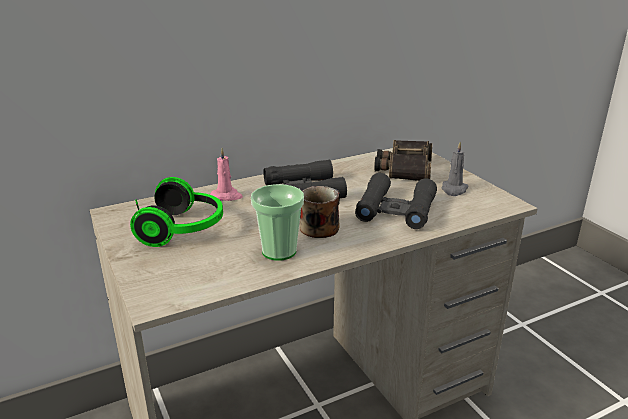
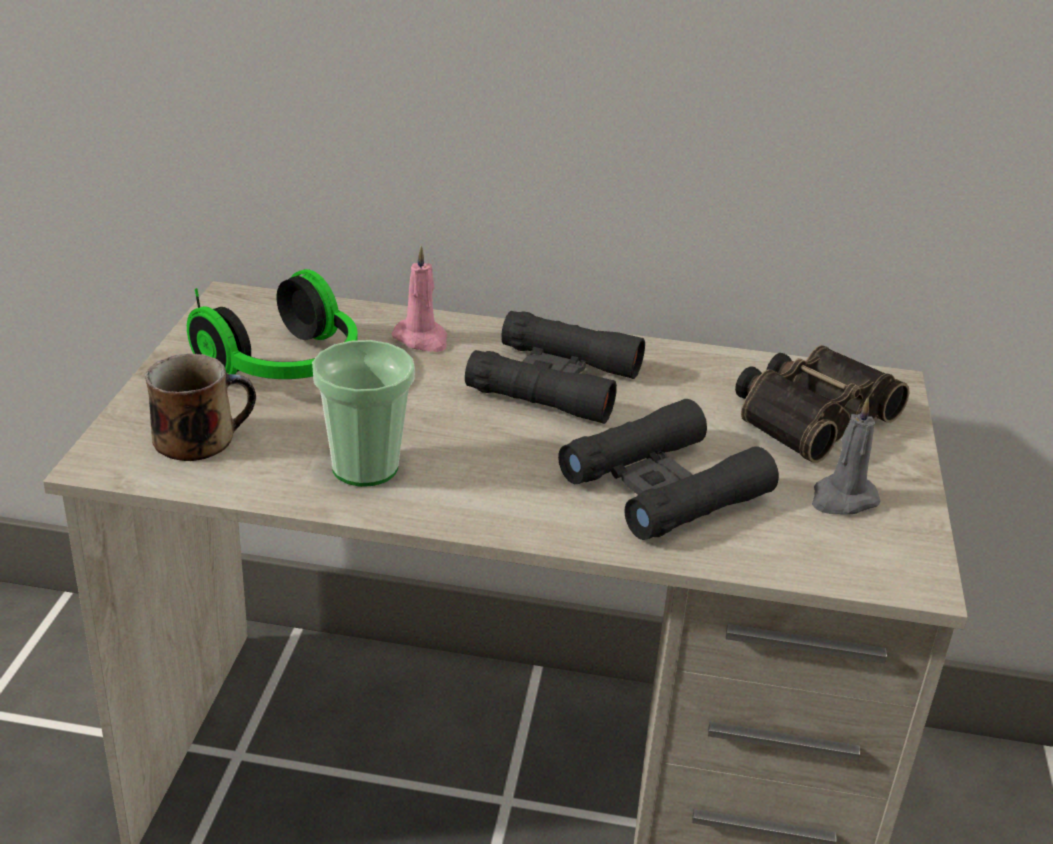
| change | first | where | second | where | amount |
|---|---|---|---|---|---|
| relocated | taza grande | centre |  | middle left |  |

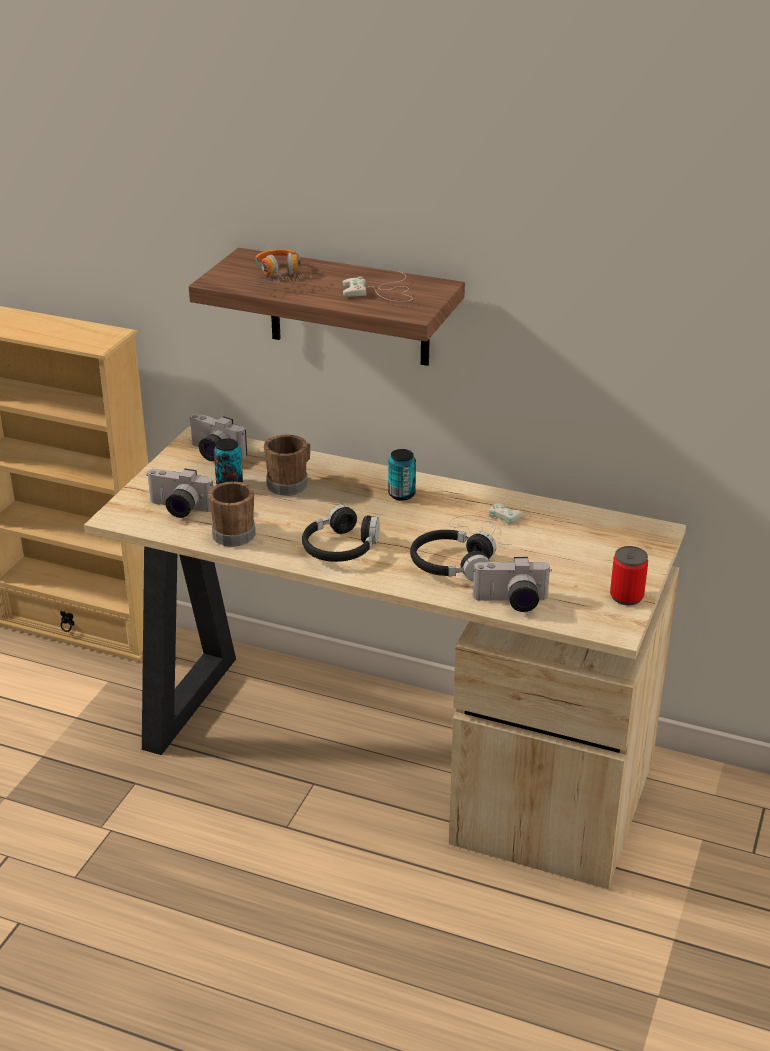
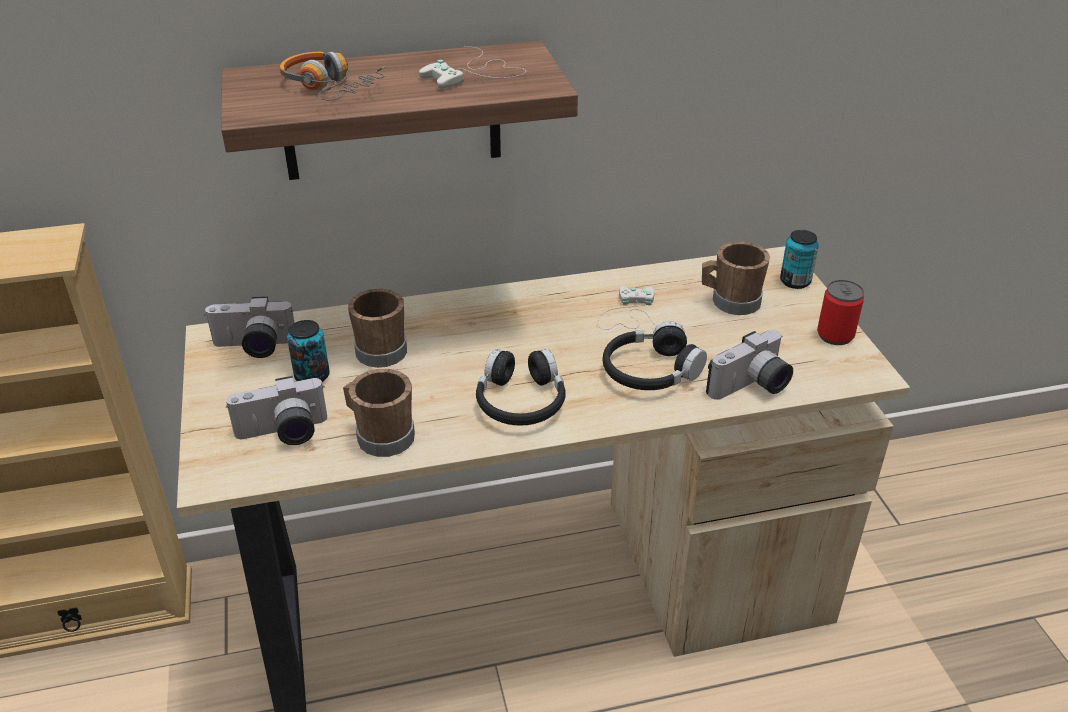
| change | first | where | second | where | amount |
|---|---|---|---|---|---|
| relocated | lata (no. 2 from left) | centre |  | middle right |  |
| appeared |  |  | taza grande (marrón) (no. 3 from left) | middle right |  |

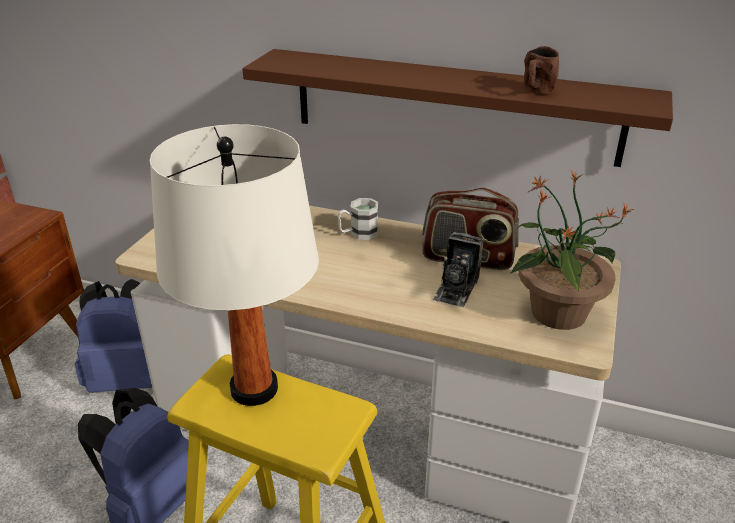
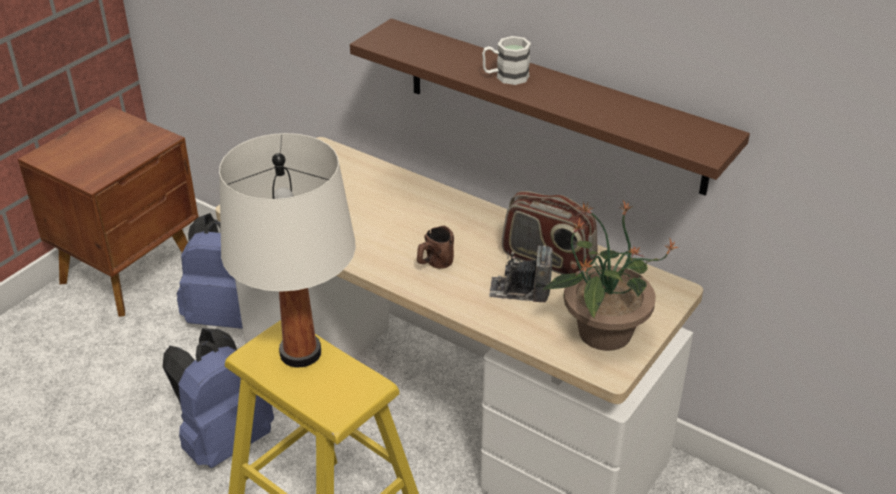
| change | first | where | second | where | amount |
|---|---|---|---|---|---|
| relocated | taza grande (marrón) | top right |  | centre |  |
| relocated | taza grande (blanco) | centre |  | top centre |  |
| spun | cámara | centre |  | centre | 60 degrees clockwise |

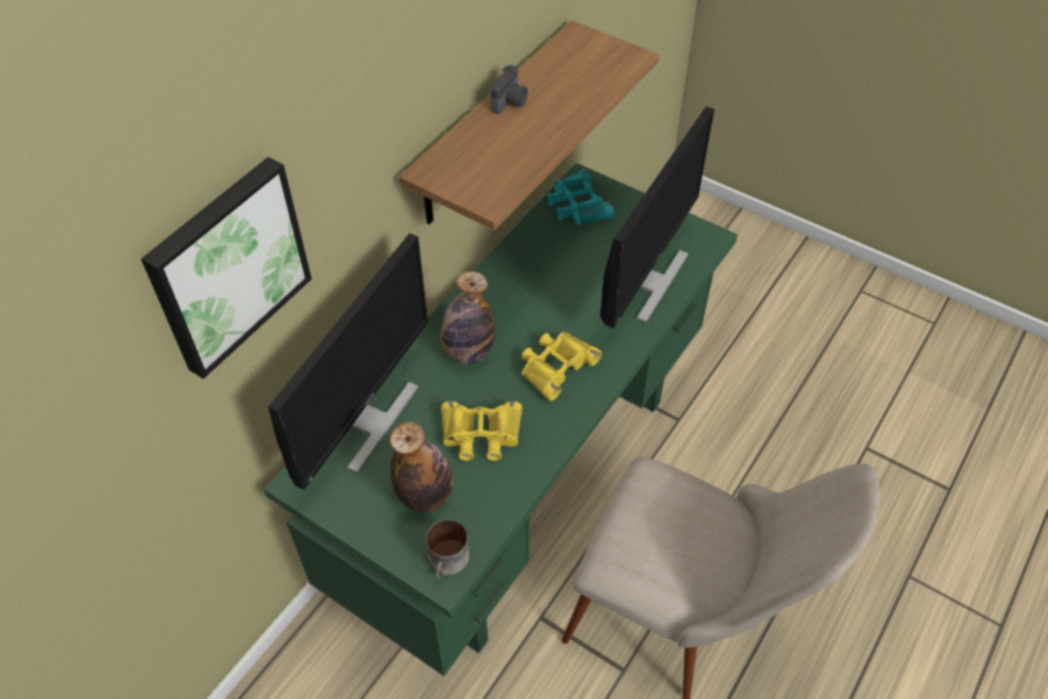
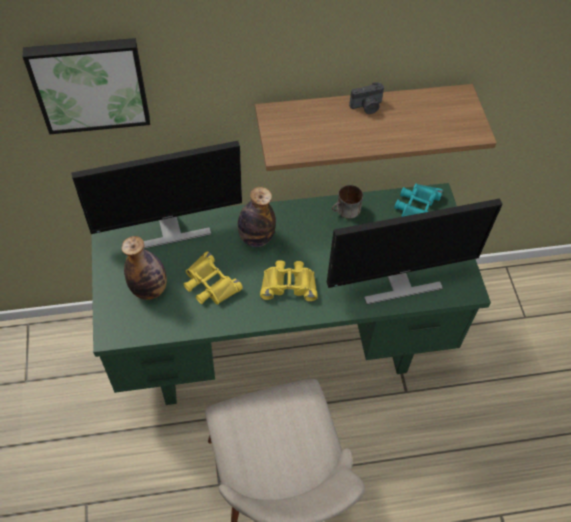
| change | first | where | second | where | amount |
|---|---|---|---|---|---|
| relocated | taza grande | bottom centre |  | centre |  |

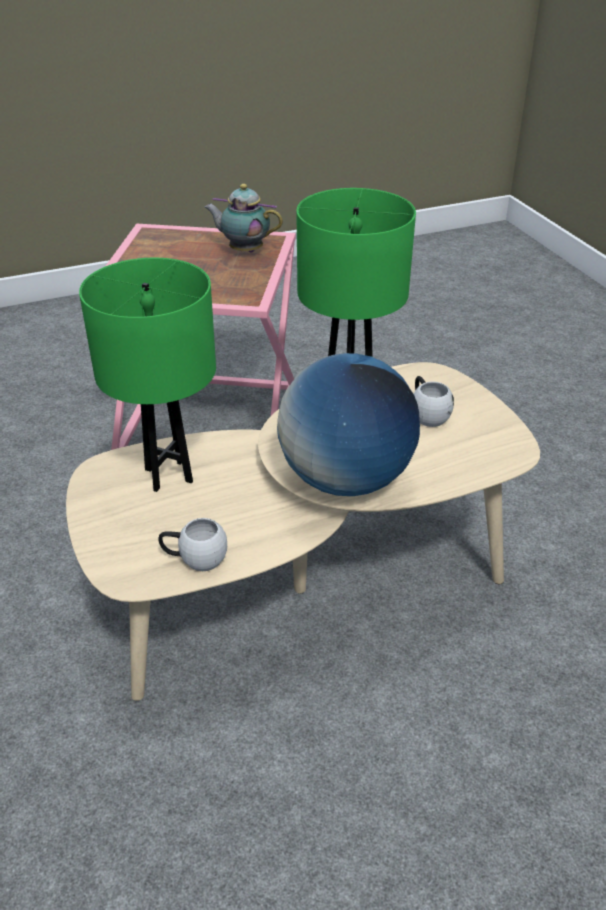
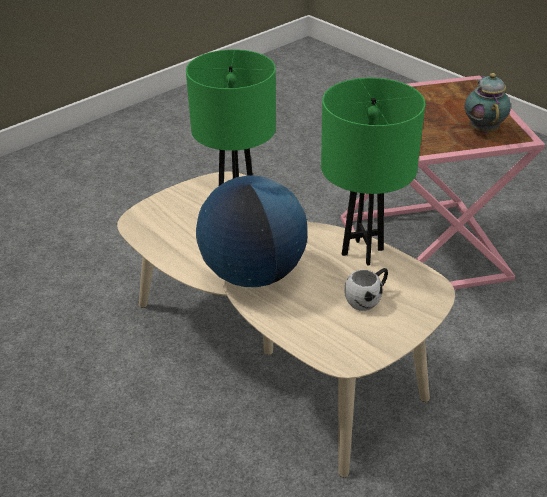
| change | first | where | second | where | amount |
|---|---|---|---|---|---|
| missing | taza grande (blanco) (no. 1 from left) | middle left |  |  |  |

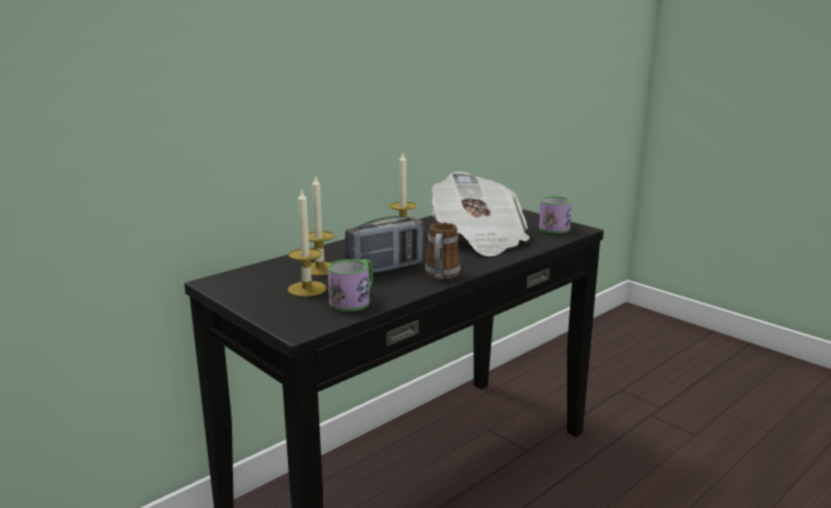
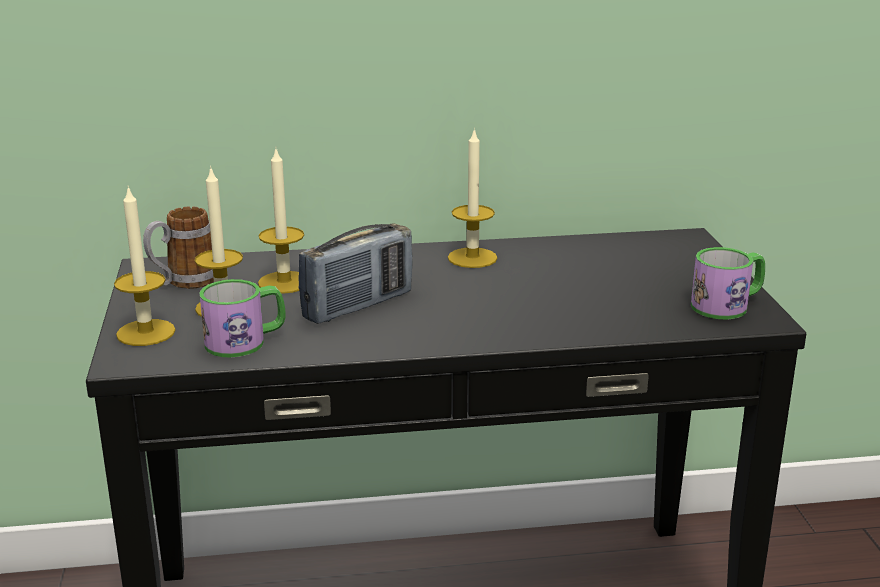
| change | first | where | second | where | amount |
|---|---|---|---|---|---|
| missing | periódico | centre |  |  |  |
| spun | radio | centre |  | centre | 45 degrees counterclockwise |
| relocated | taza grande (no. 2 from left in the first image) | centre | taza grande (no. 1 from left) | middle left |  |
| appeared |  |  | vela (no. 1 from left) | middle left |  |

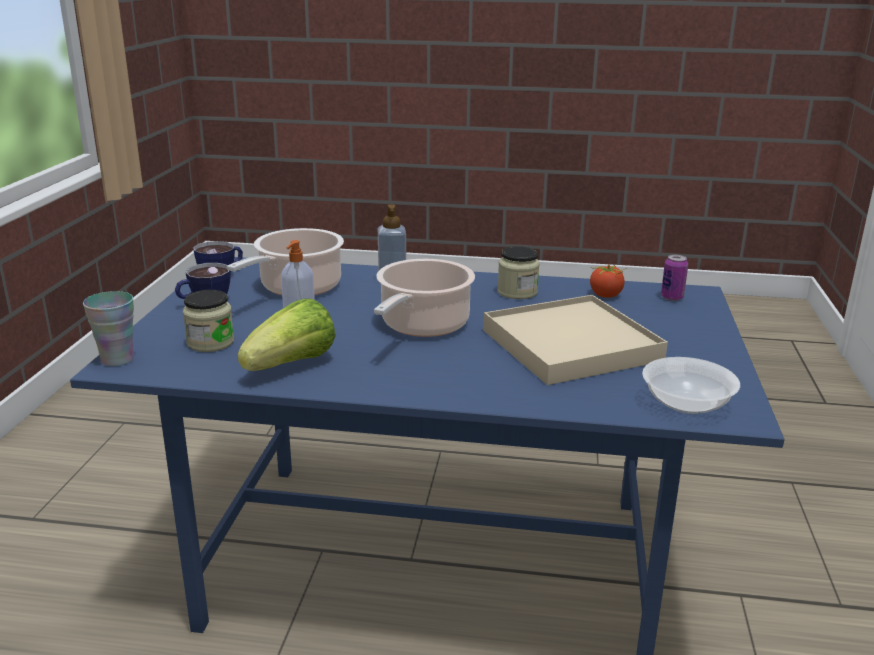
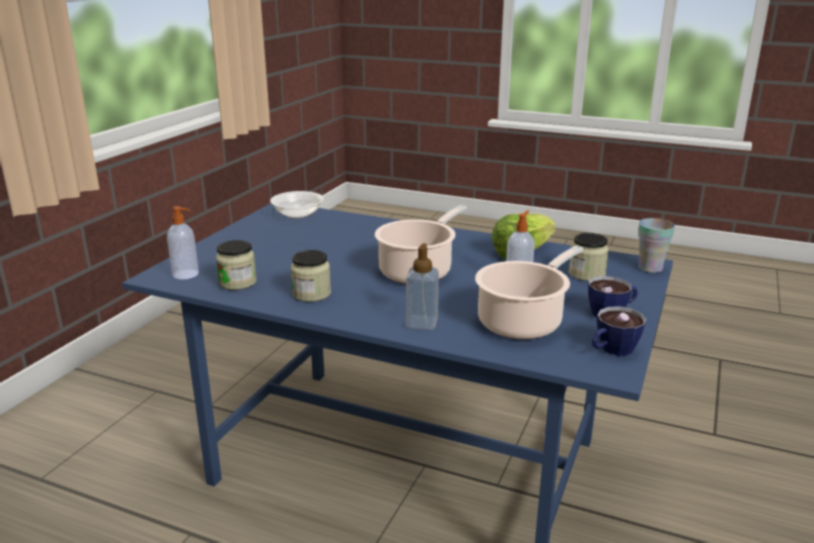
| change | first | where | second | where | amount |
|---|---|---|---|---|---|
| exchanged | lata | middle right | dispensador de jabón (no. 1 from left) | middle left |  |
| exchanged | tomate | middle right | tarro (no. 1 from left) | middle left |  |
| missing | bandeja (beis) | centre |  |  |  |

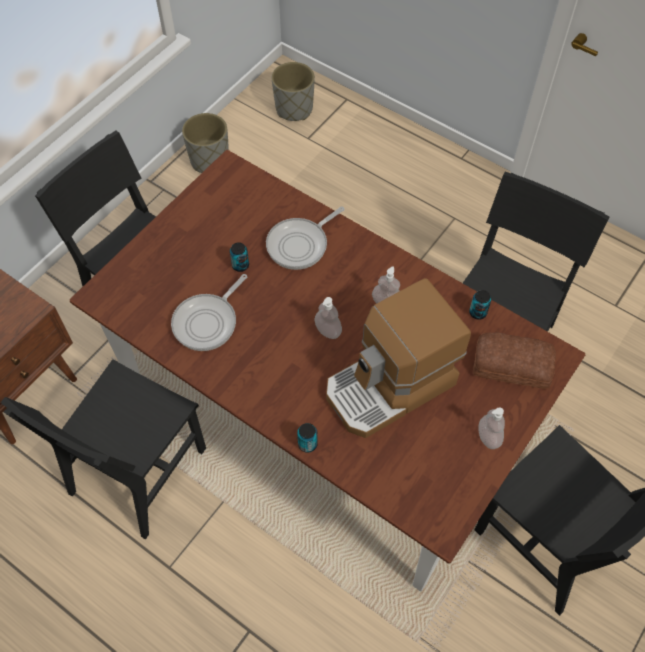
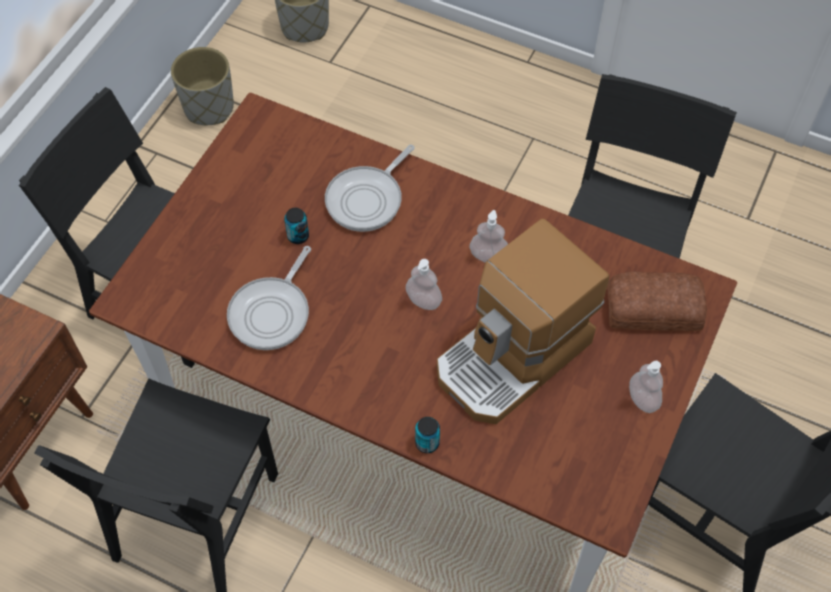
| change | first | where | second | where | amount |
|---|---|---|---|---|---|
| missing | lata (no. 3 from left) | middle right |  |  |  |

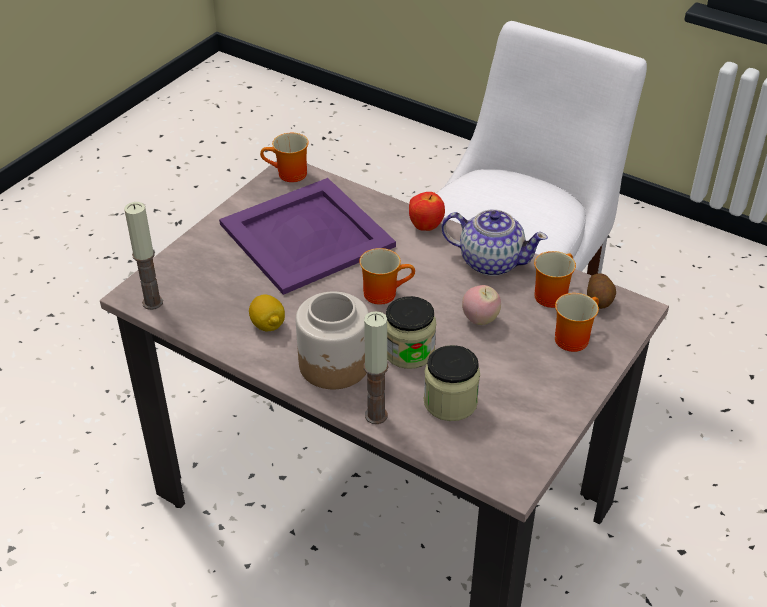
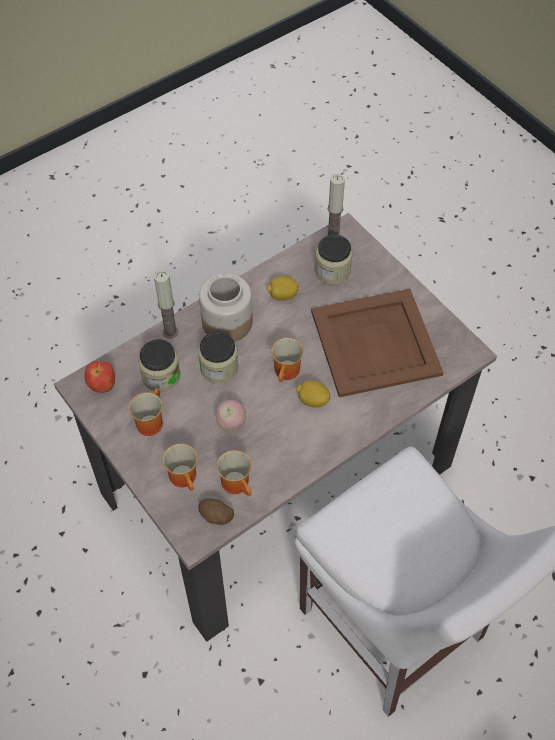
| change | first | where | second | where | amount |
|---|---|---|---|---|---|
| relocated | taza grande (no. 1 from left) | top centre |  | middle left |  |
| colour | bandeja (morado) | centre | bandeja (marrón) | middle right |  |
| relocated | manzana (no. 1 from left) | centre |  | middle left |  |
| missing | tetera | centre |  |  |  |
| appeared |  |  | tarro (no. 4 from left) | centre |  |
| appeared |  |  | limón (no. 2 from left) | centre |  |

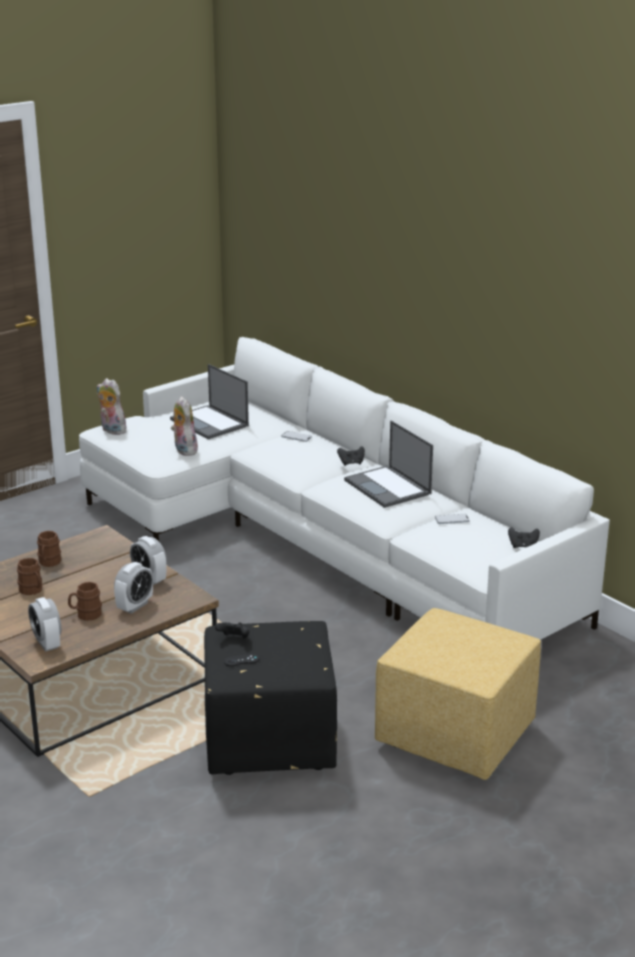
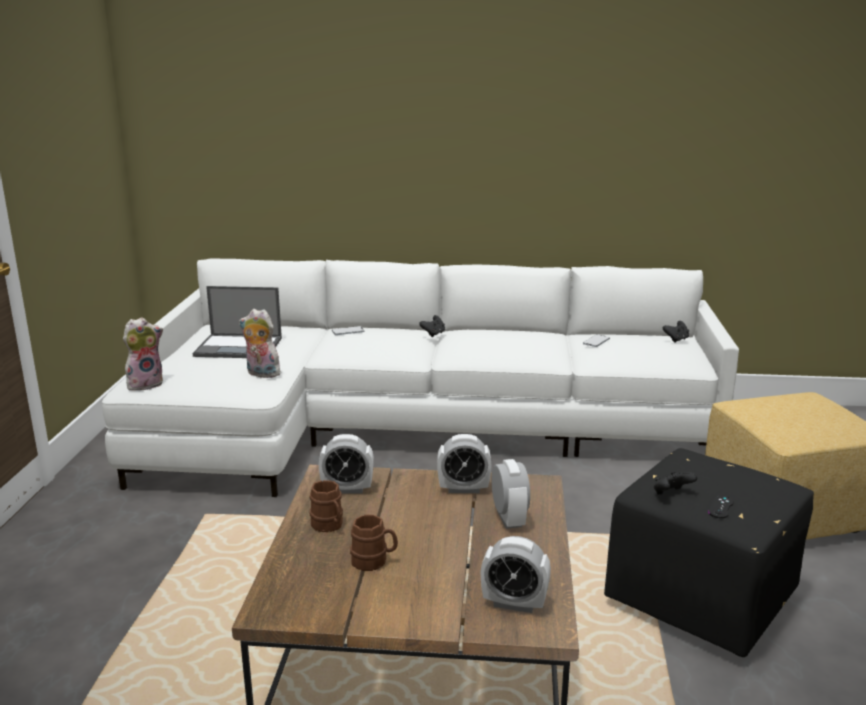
| change | first | where | second | where | amount |
|---|---|---|---|---|---|
| spun | peluche (no. 1 from left) | middle left |  | middle left | 150 degrees clockwise |
| missing | portátil (no. 2 from left) | centre |  |  |  |
| missing | taza grande (marrón) (no. 3 from left) | middle left |  |  |  |
| appeared |  |  | despertador (no. 1 from left) | centre |  |

